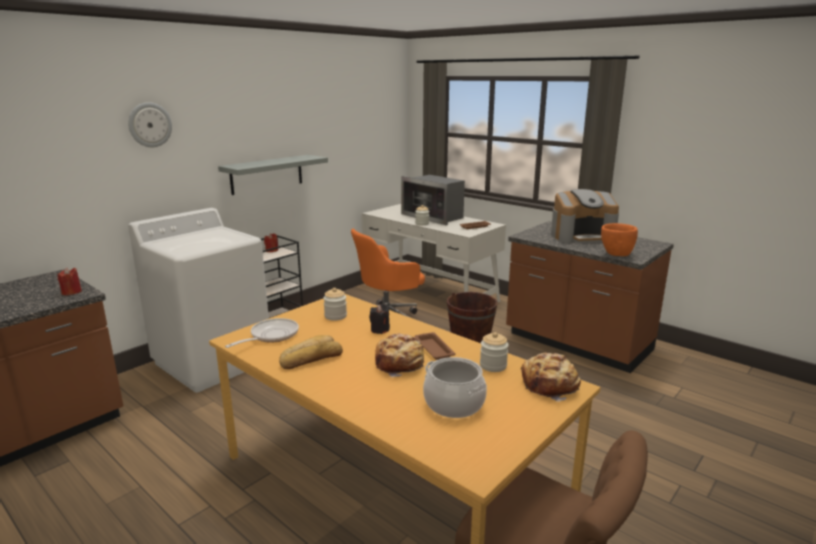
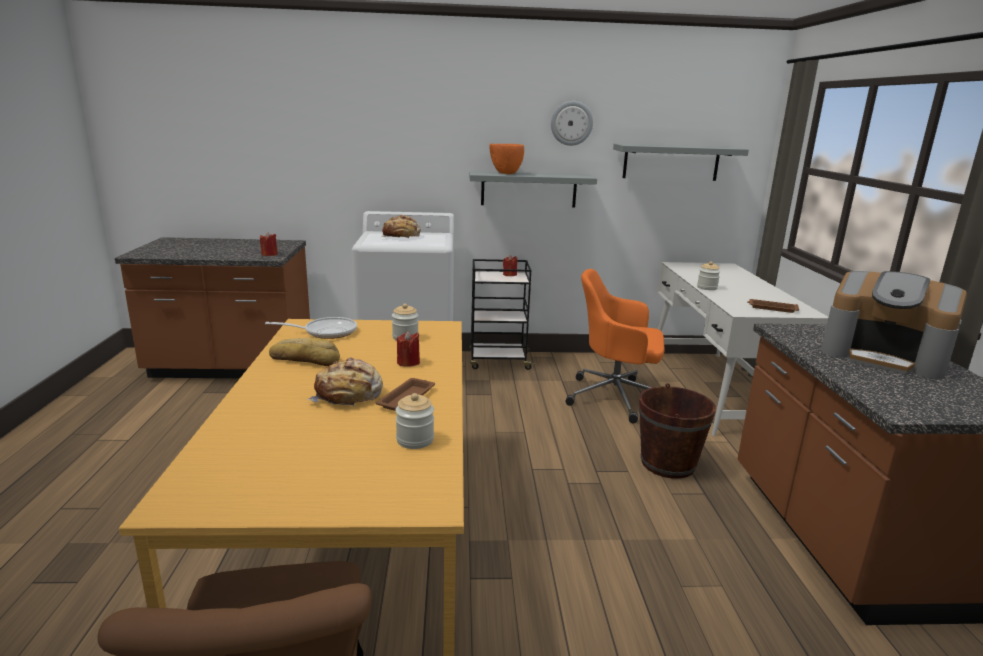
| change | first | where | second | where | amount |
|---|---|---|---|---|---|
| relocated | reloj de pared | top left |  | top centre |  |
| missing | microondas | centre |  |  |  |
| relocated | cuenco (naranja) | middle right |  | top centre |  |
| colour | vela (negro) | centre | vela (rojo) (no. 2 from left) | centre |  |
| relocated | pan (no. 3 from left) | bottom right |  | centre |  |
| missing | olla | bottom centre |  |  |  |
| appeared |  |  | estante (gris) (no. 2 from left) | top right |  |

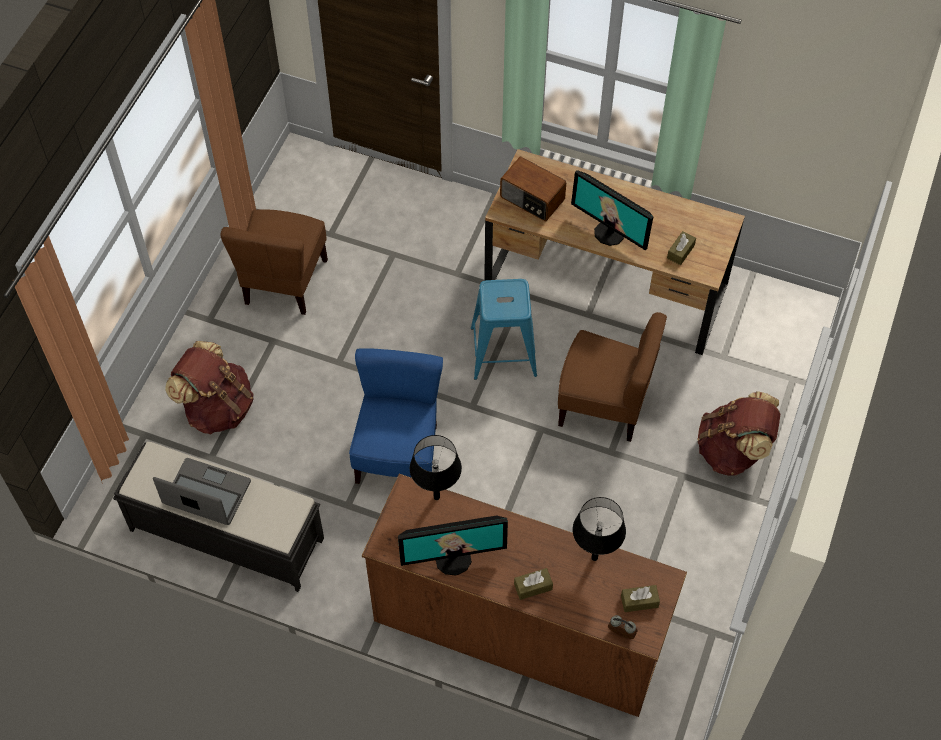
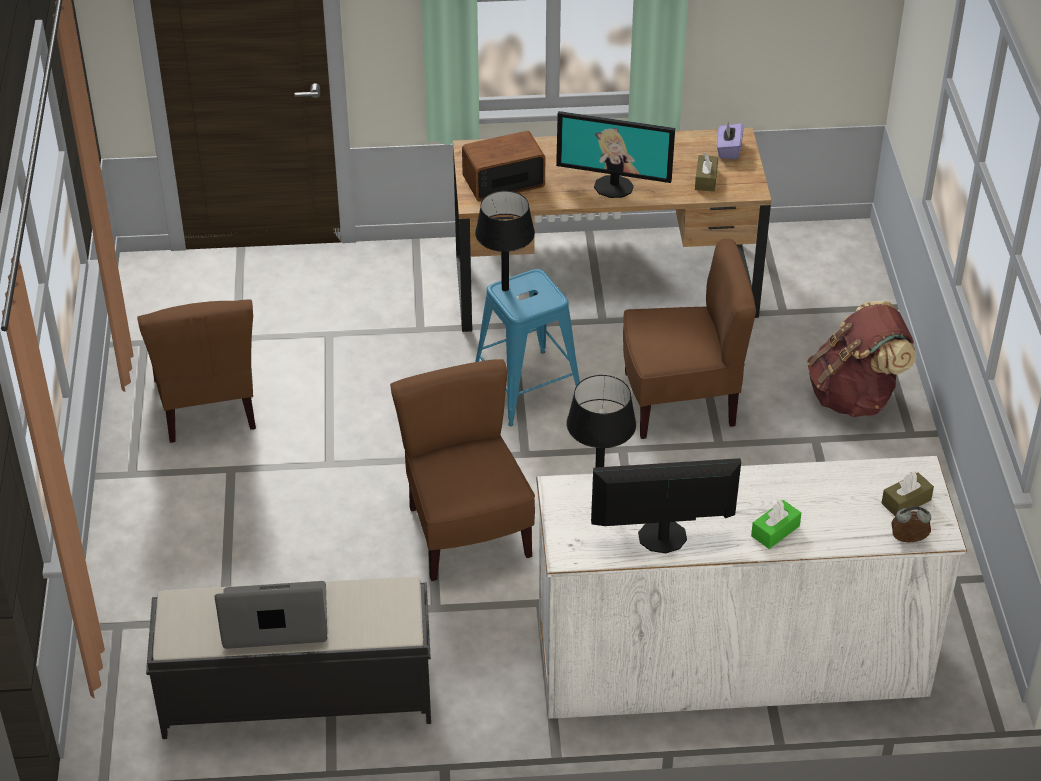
| change | first | where | second | where | amount |
|---|---|---|---|---|---|
| spun | radio | top centre |  | top centre | 150 degrees clockwise |
| missing | mochila (marrón) (no. 1 from left) | middle left |  |  |  |
| colour | silla (azul) | centre | silla (marrón) (no. 2 from left) | centre |  |
| colour | cómoda (marrón) | bottom centre | cómoda (blanco) | bottom right |  |
| relocated | lámpara de mesa (negro) (no. 2 from left in the first image) | bottom centre | lámpara de mesa (negro) (no. 1 from left) | top centre |  |
| spun | monitor (no. 1 from left in the first image) | bottom centre | monitor (no. 2 from left) | centre | 150 degrees counterclockwise |
| colour | caja de pañuelos (marrón) (no. 1 from left) | bottom centre | caja de pañuelos (verde) | bottom right |  |
| appeared |  |  | caja de pañuelos (morado) | top right |  |

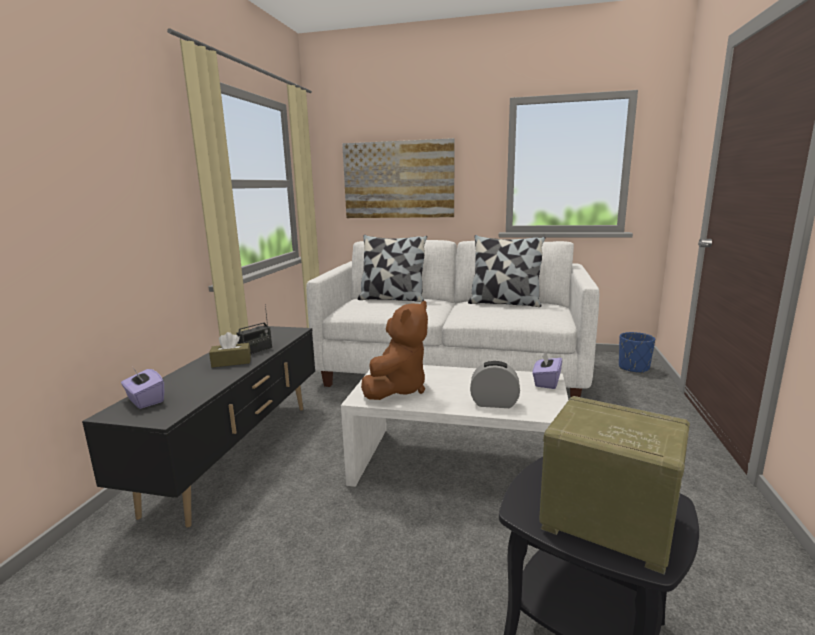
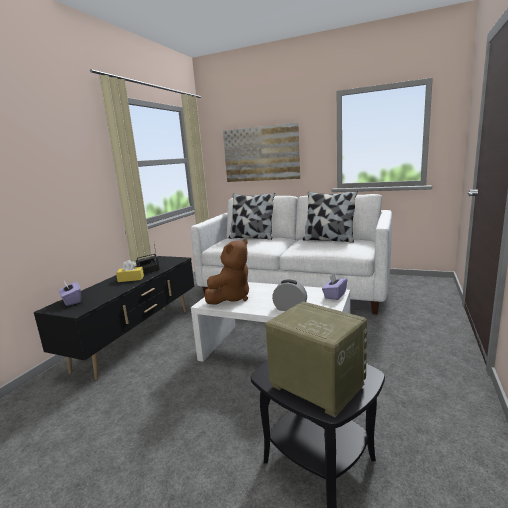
| change | first | where | second | where | amount |
|---|---|---|---|---|---|
| colour | caja de pañuelos (marrón) | middle left | caja de pañuelos (amarillo) | middle left |  |
| missing | maceta (azul) | middle right |  |  |  |

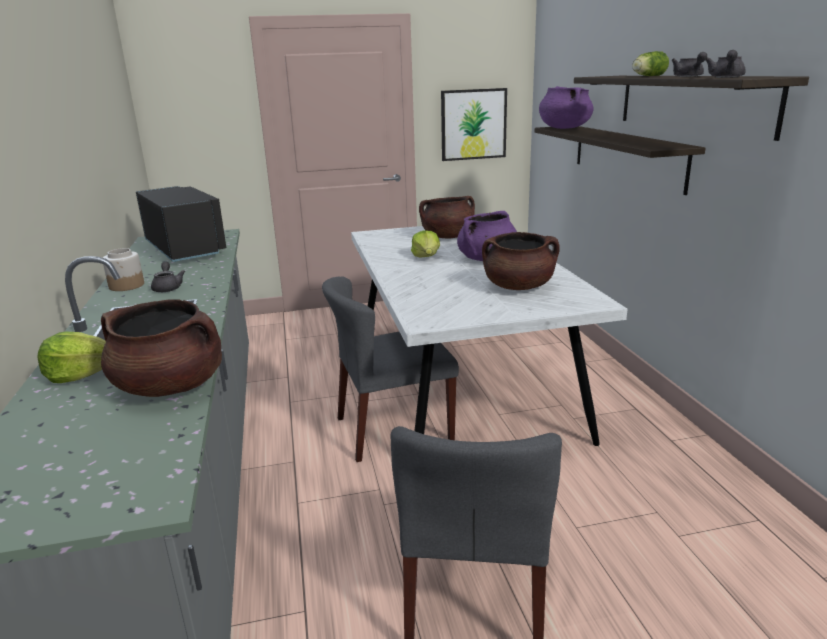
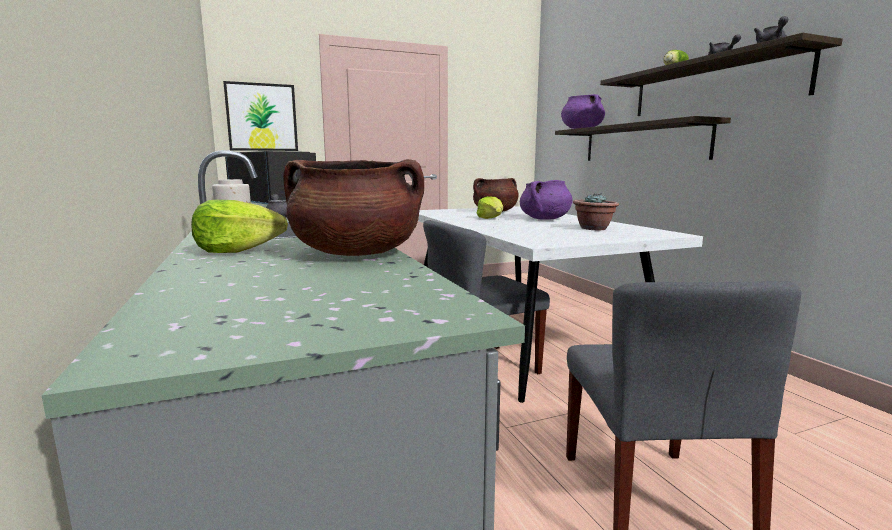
| change | first | where | second | where | amount |
|---|---|---|---|---|---|
| relocated | cuadro | top centre |  | top left |  |
| exchanged | olla (marrón) (no. 3 from left) | centre | planta en maceta | middle right |  |

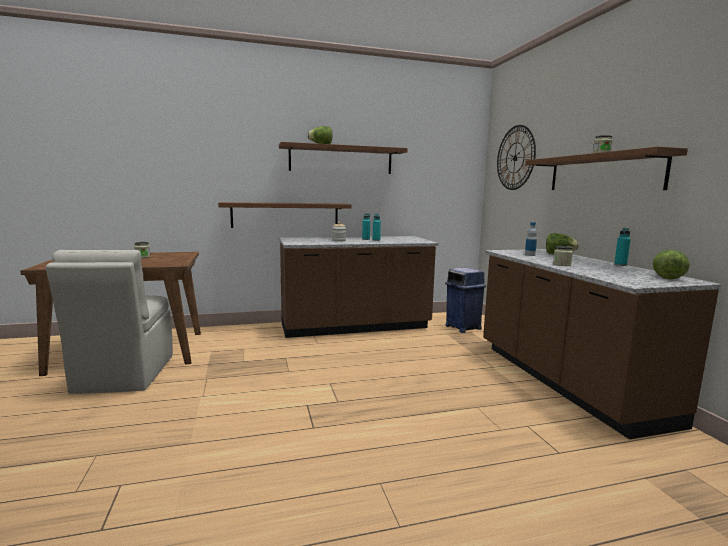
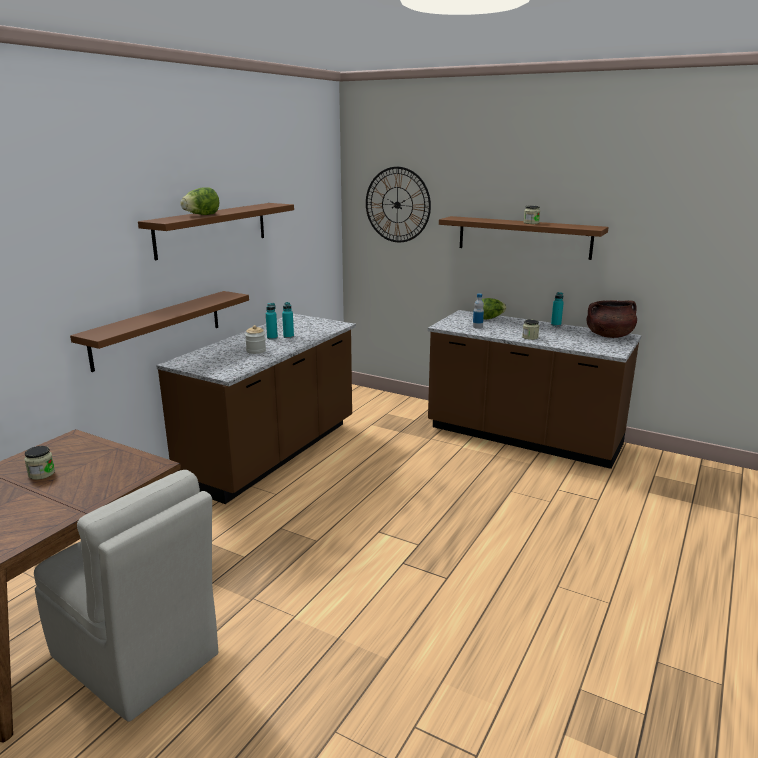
| change | first | where | second | where | amount |
|---|---|---|---|---|---|
| exchanged | lechuga (no. 3 from left) | middle right | olla (marrón) | middle right |  |
| missing | papelera (azul) | centre |  |  |  |

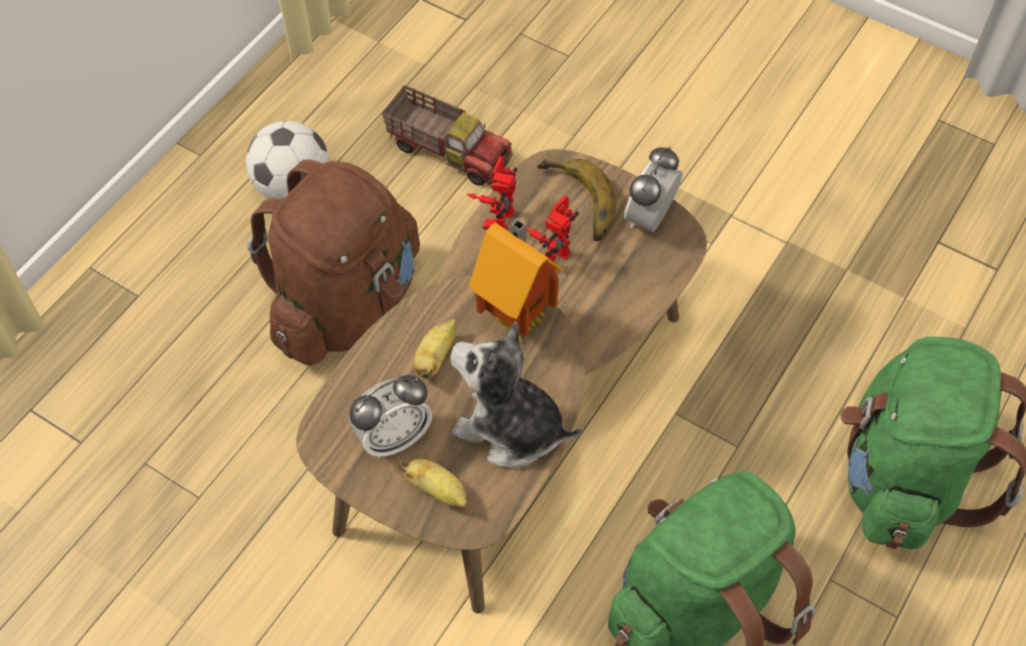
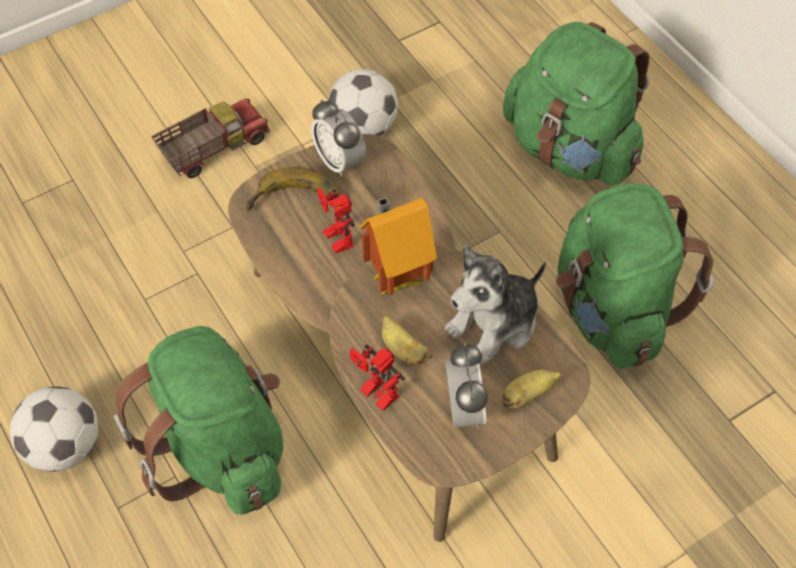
| change | first | where | second | where | amount |
|---|---|---|---|---|---|
| relocated | camión de juguete | top centre |  | top left |  |
| relocated | robot de juguete (no. 1 from left in the first image) | top centre | robot de juguete (no. 2 from left) | centre |  |
| colour | mochila (marrón) | middle left | mochila (verde) (no. 1 from left) | bottom left |  |
| appeared |  |  | balón de fútbol (no. 2 from left) | top centre |  |

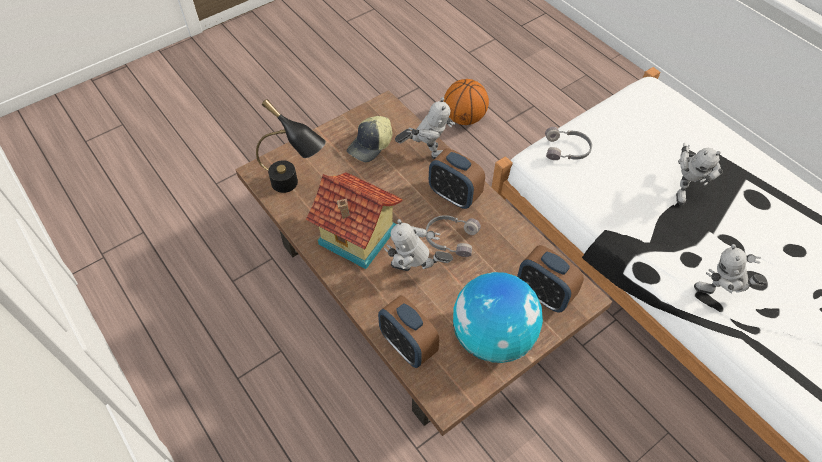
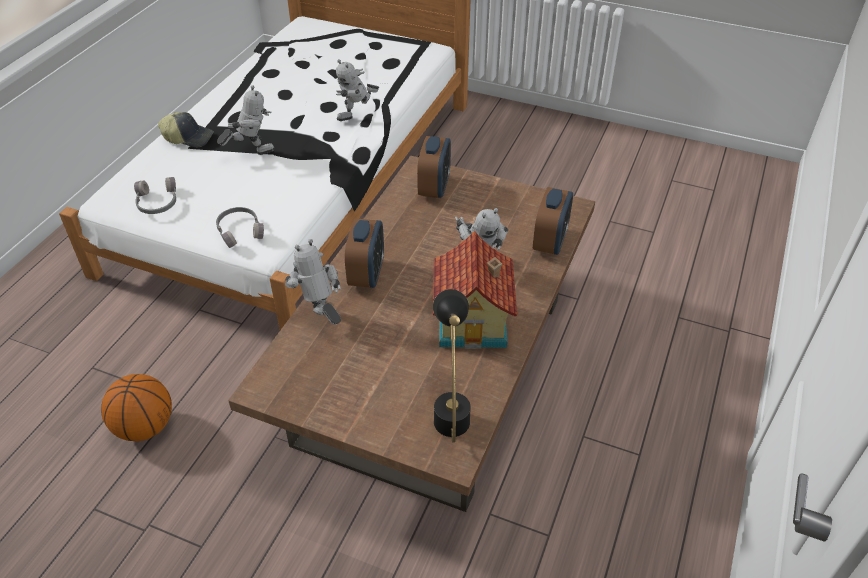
| change | first | where | second | where | amount |
|---|---|---|---|---|---|
| relocated | gorra | top centre |  | top left |  |
| relocated | auriculares (gris) (no. 1 from left) | centre |  | middle left |  |
| spun | robot de juguete (no. 4 from left in the first image) | middle right | robot de juguete (no. 3 from left) | top centre | 75 degrees clockwise |
| missing | globo terráqueo | bottom centre |  |  |  |

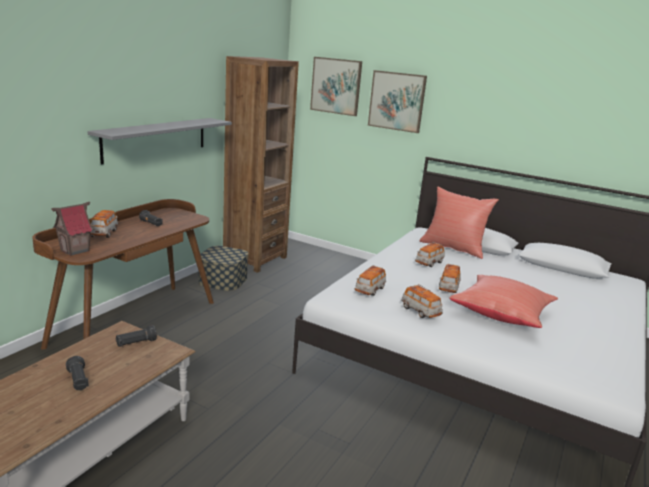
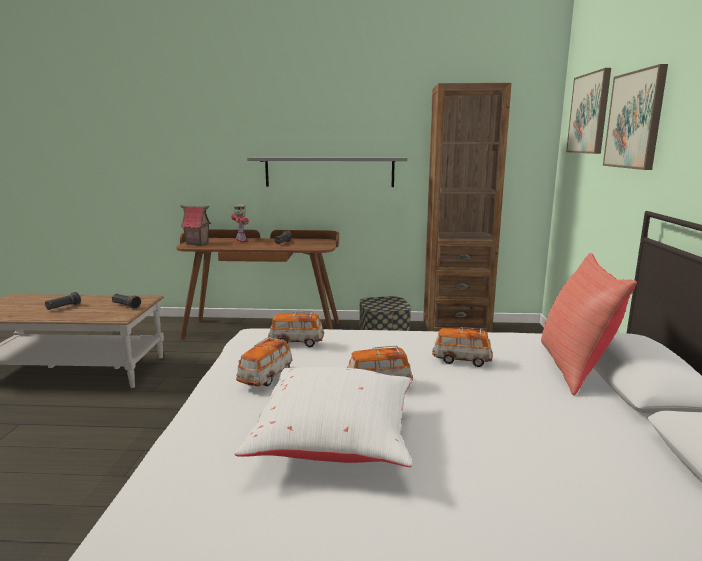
| change | first | where | second | where | amount |
|---|---|---|---|---|---|
| exchanged | coche de juguete (no. 1 from left) | middle left | robot de juguete | centre |  |
| colour | cojín (rojo) (no. 2 from left) | middle right | cojín (blanco) | bottom centre |  |

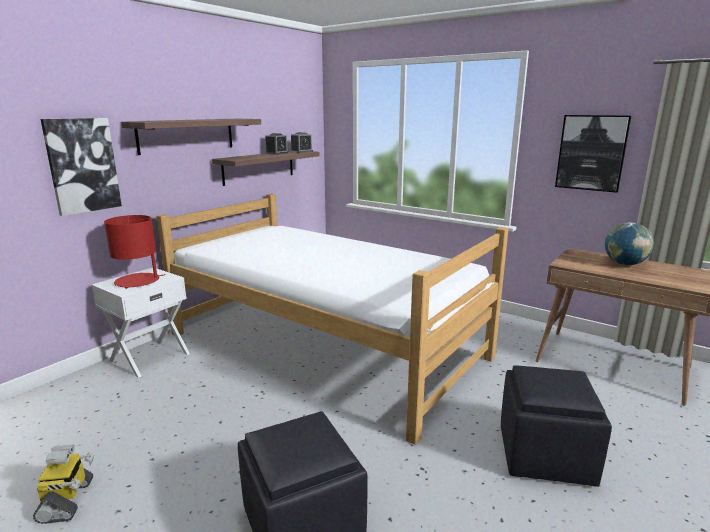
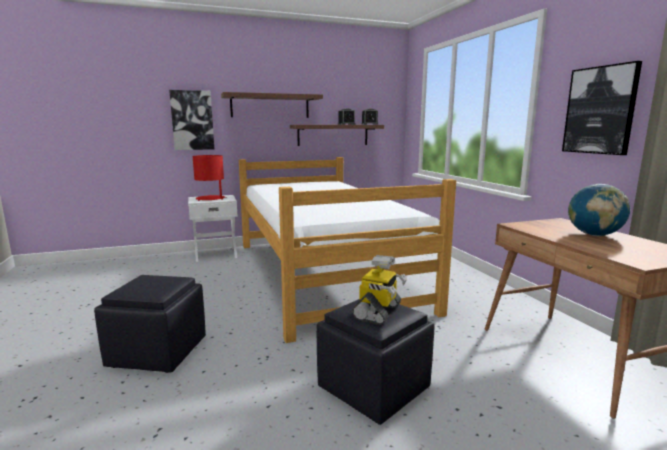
| change | first | where | second | where | amount |
|---|---|---|---|---|---|
| relocated | robot de juguete | bottom left |  | centre |  |

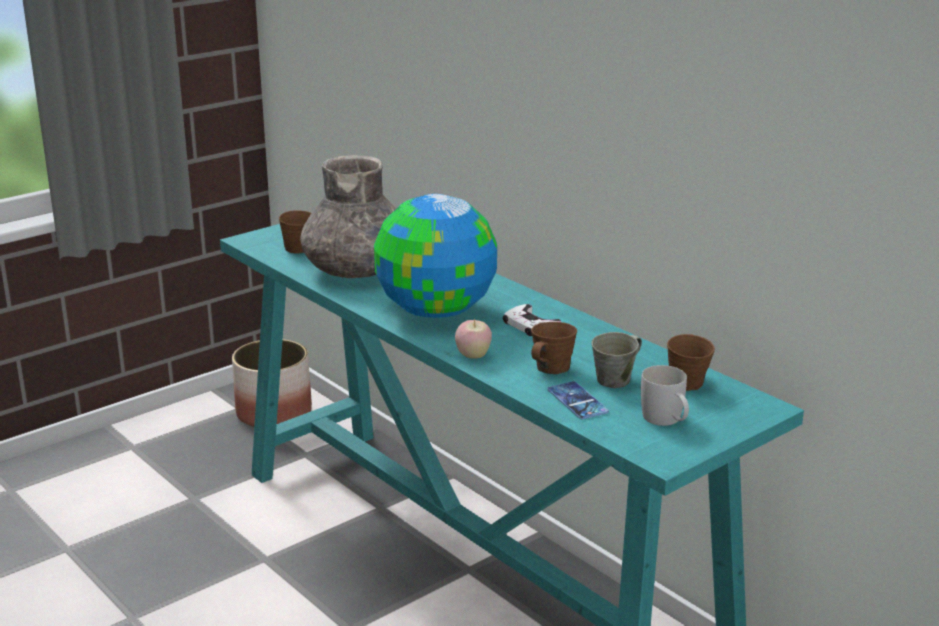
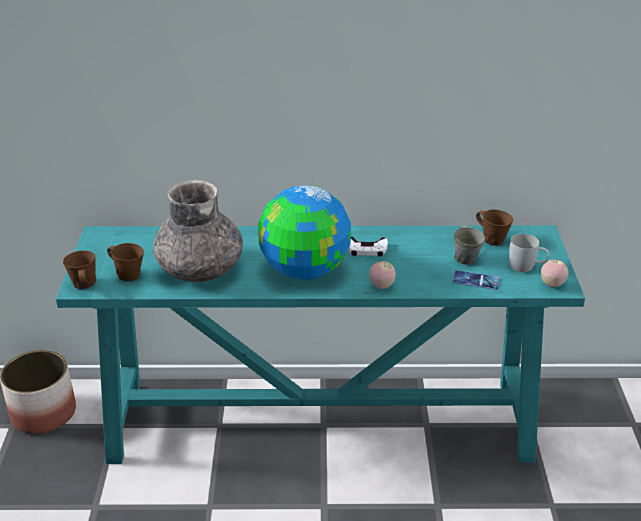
| change | first | where | second | where | amount |
|---|---|---|---|---|---|
| relocated | taza grande (marrón) (no. 2 from left in the first image) | centre | taza grande (marrón) (no. 1 from left) | middle left |  |
| appeared |  |  | manzana (no. 2 from left) | middle right |  |

